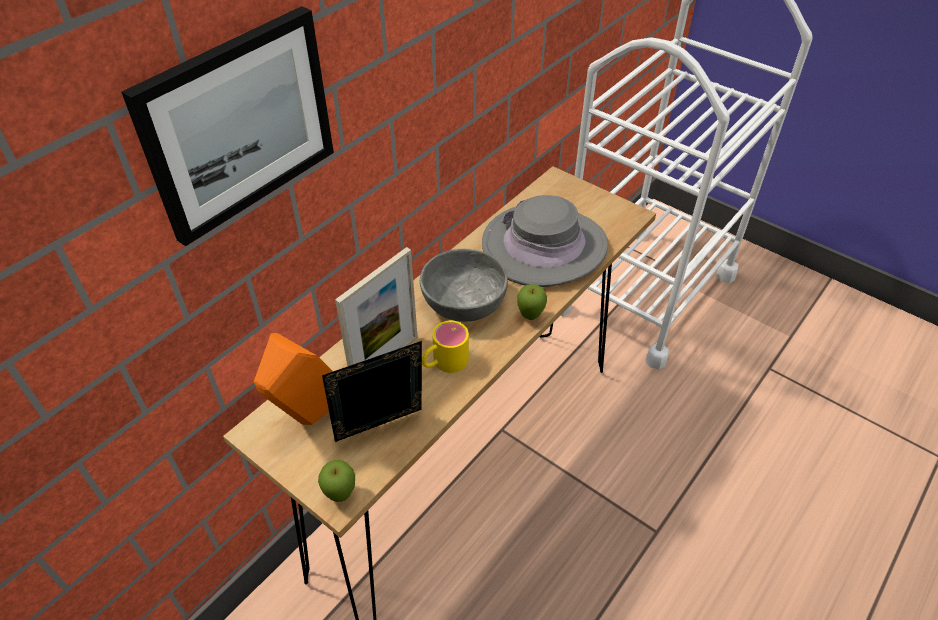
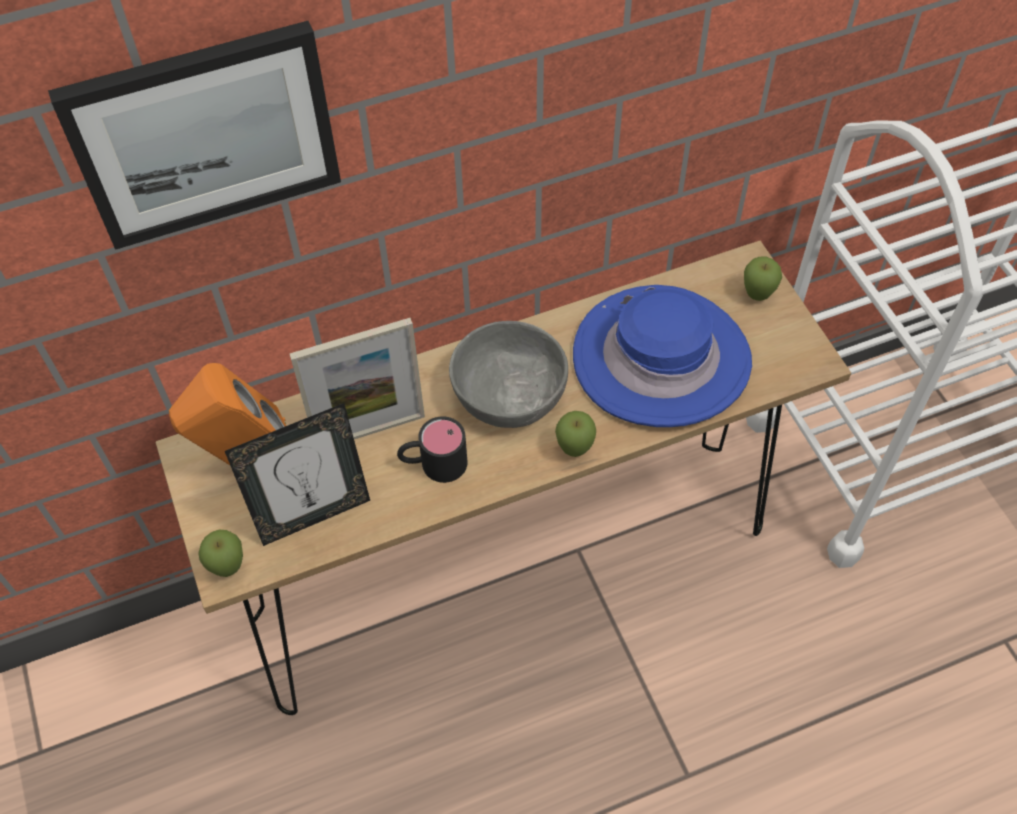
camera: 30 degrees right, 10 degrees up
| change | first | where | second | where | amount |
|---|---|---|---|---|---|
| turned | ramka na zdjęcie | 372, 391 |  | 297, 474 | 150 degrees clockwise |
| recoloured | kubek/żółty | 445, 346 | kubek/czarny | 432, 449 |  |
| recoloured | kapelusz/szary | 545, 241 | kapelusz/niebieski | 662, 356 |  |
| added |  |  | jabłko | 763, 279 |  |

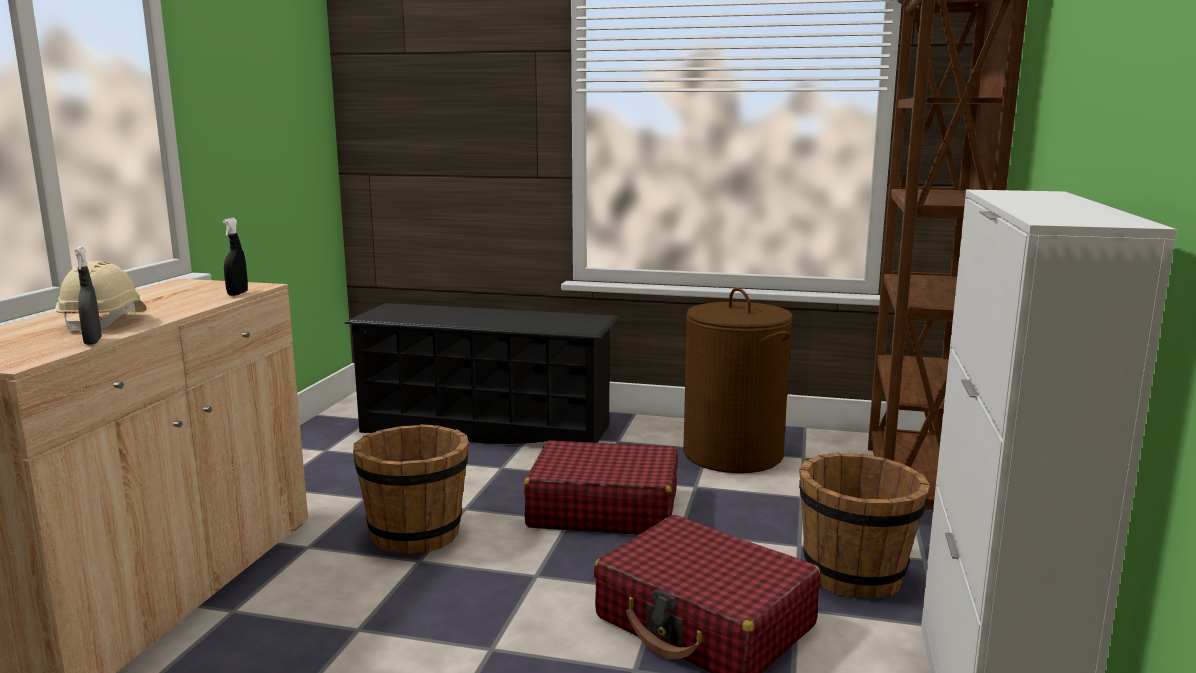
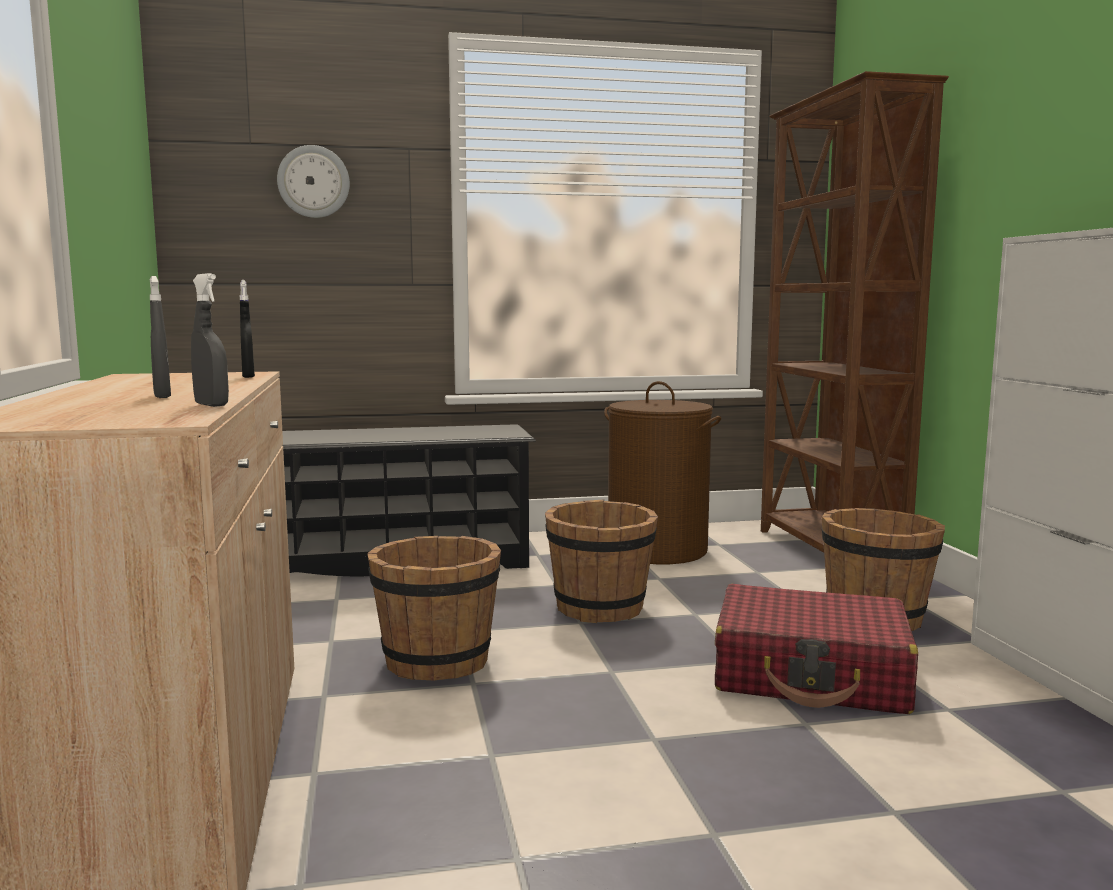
camera: 25 degrees left, 5 degrees down
| change | first | where | second | where | amount |
|---|---|---|---|---|---|
| replaced | kask/beżowy | 101, 297 | spryskiwacz/szary | 160, 337 |  |
| replaced | walizka/czerwony | 601, 487 | wiadro/brązowy | 601, 561 |  |
| added |  |  | zegar ścienny | 313, 181 |  |

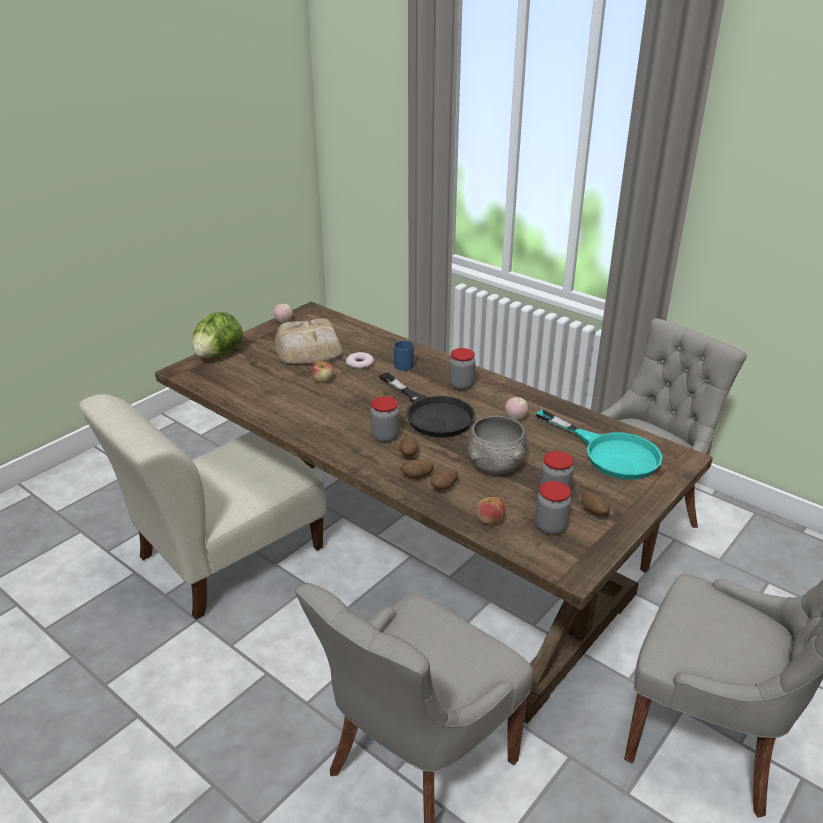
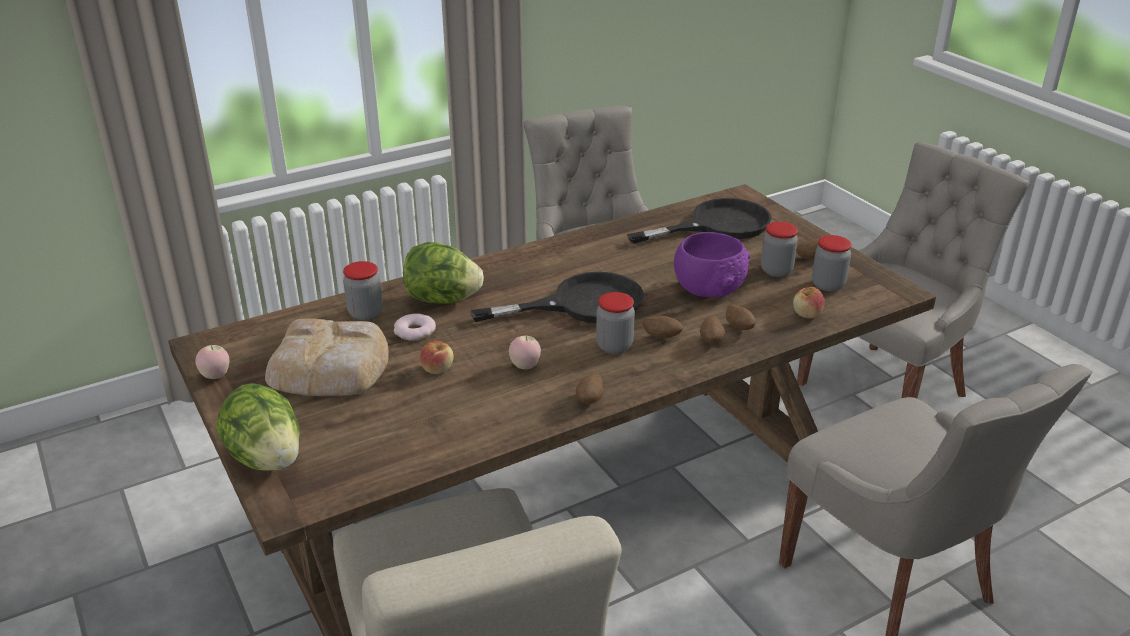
camera: 70 degrees left, 0 degrees up
| change | first | where | second | where | amount |
|---|---|---|---|---|---|
| replaced | kubek/niebieski | 404, 355 | sałata | 443, 273 |  |
| moved | słoik | 462, 369 |  | 363, 290 |  |
| recoloured | miska/szary | 497, 445 | miska/fioletowy | 712, 264 |  |
| moved | jabłko | 516, 409 |  | 525, 352 |  |
| recoloured | patelnia/turkusowy | 599, 444 | patelnia/czarny | 699, 221 |  |
| added |  |  | ziemniak | 590, 388 |  |

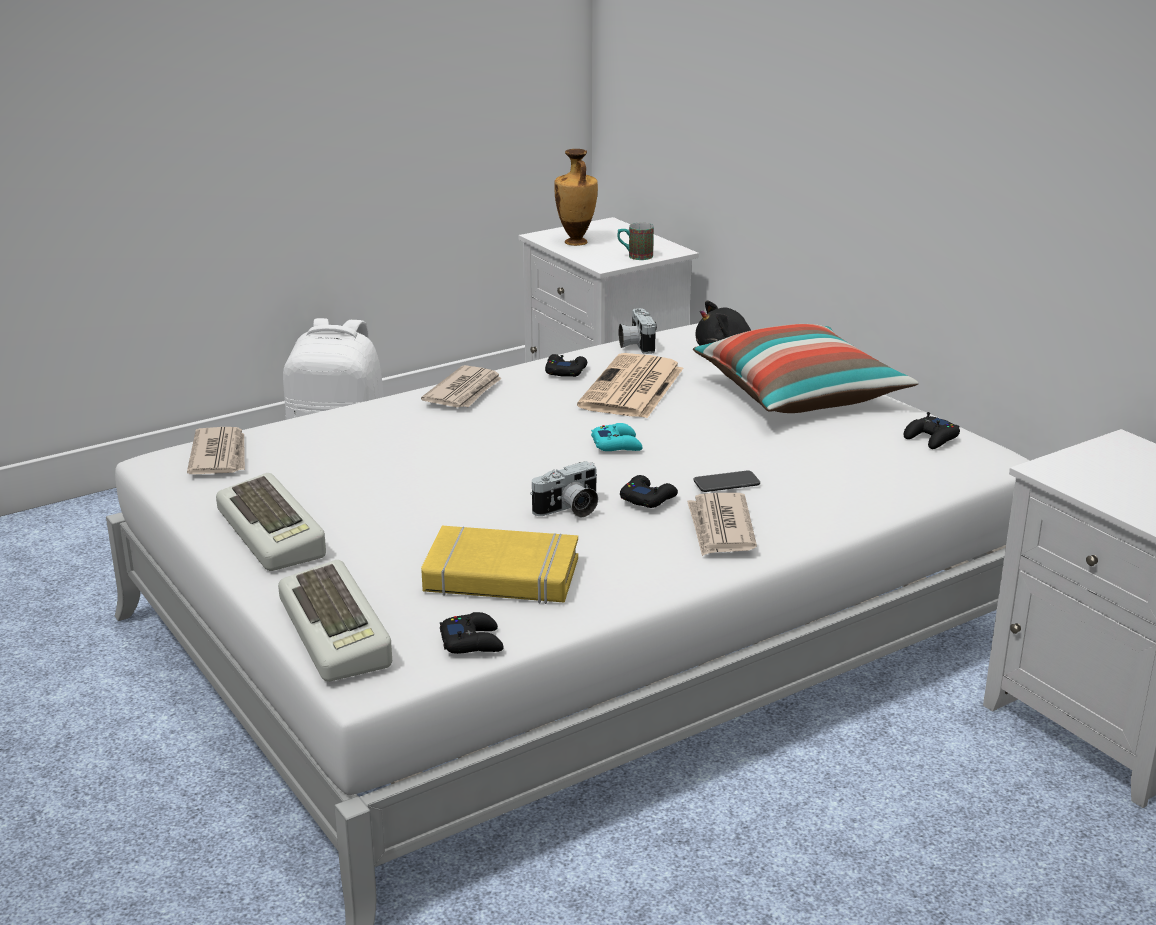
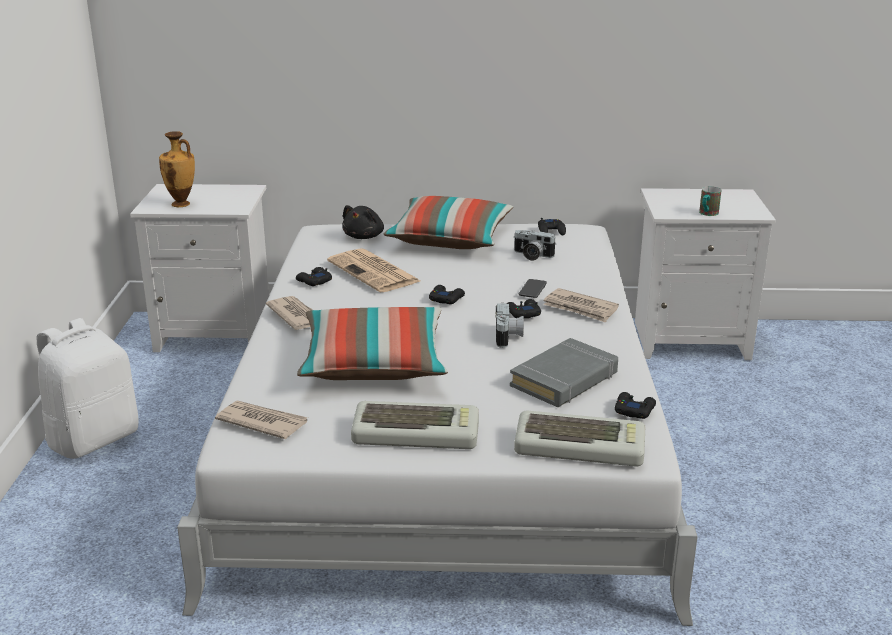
camera: 55 degrees left, 0 degrees up
| change | first | where | second | where | amount |
|---|---|---|---|---|---|
| recoloured | książka/żółty | 499, 565 | książka/szary | 564, 372 |  |
| recoloured | pad do gier/turkusowy | 617, 437 | pad do gier/czarny | 447, 294 |  |
| moved | kubek | 635, 241 |  | 710, 201 |  |
| moved | aparat fotograficzny | 638, 331 |  | 535, 245 |  |
| added |  |  | poduszka | 372, 343 |  |

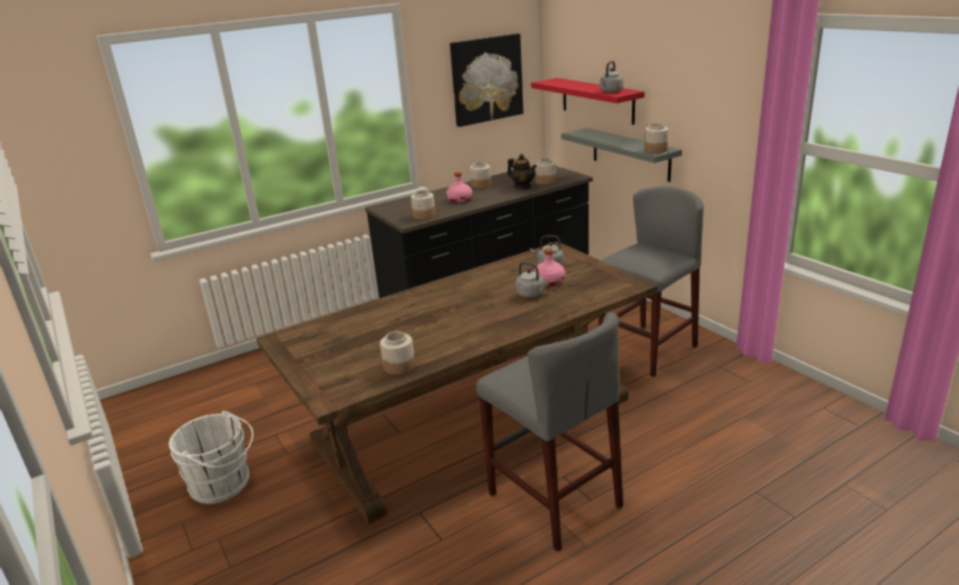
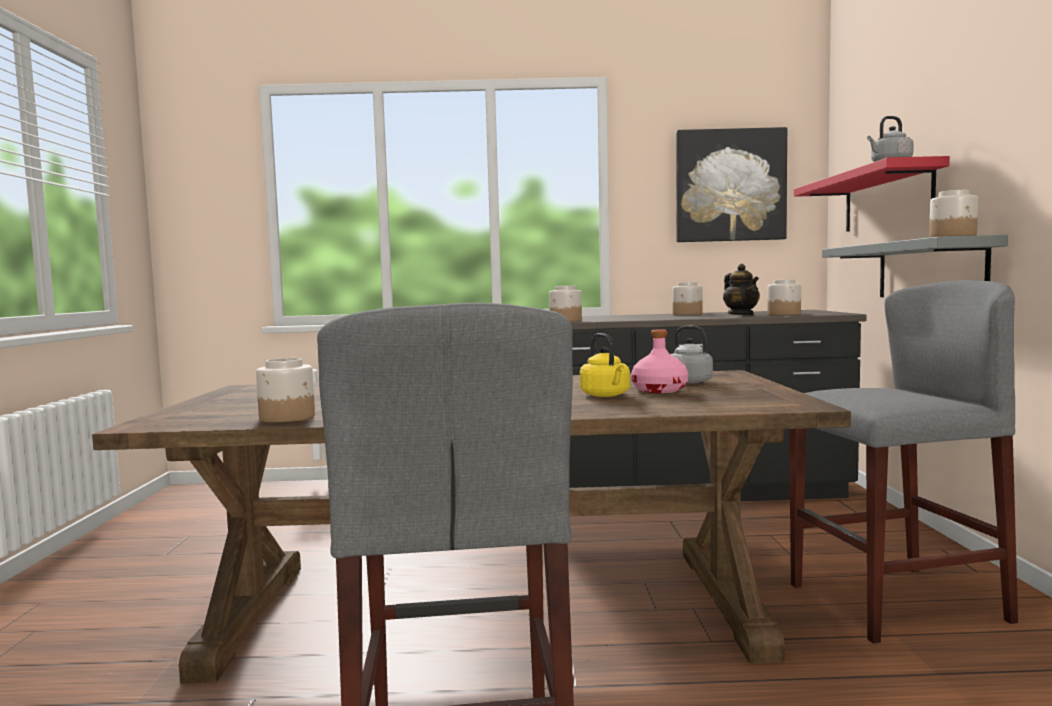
camera: 30 degrees right, 20 degrees down
| change | first | where | second | where | amount |
|---|---|---|---|---|---|
| removed | wiadro/biały | 211, 457 |  |  |  |
| removed | butelka/różowy | 459, 187 |  |  |  |
| recoloured | czajnik/szary | 532, 280 | czajnik/żółty | 605, 365 |  |

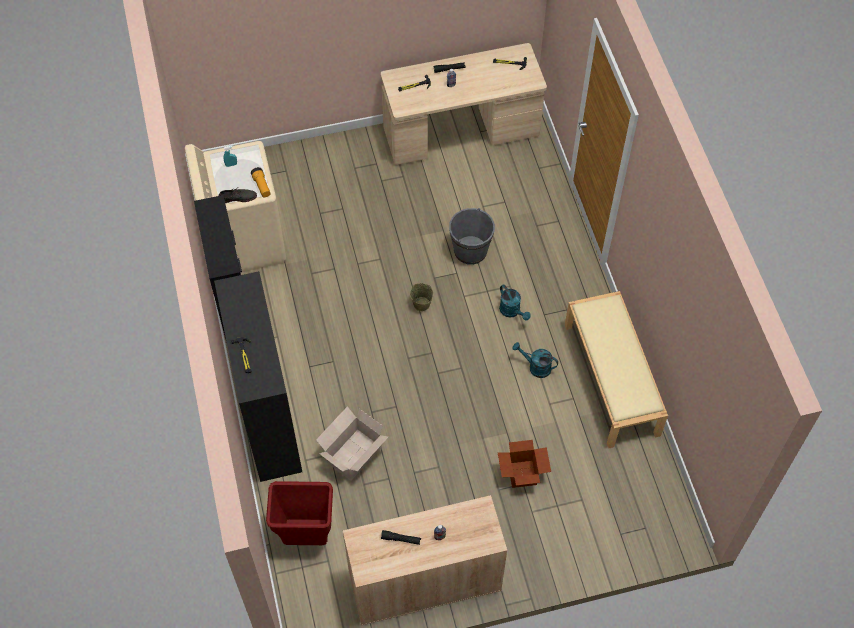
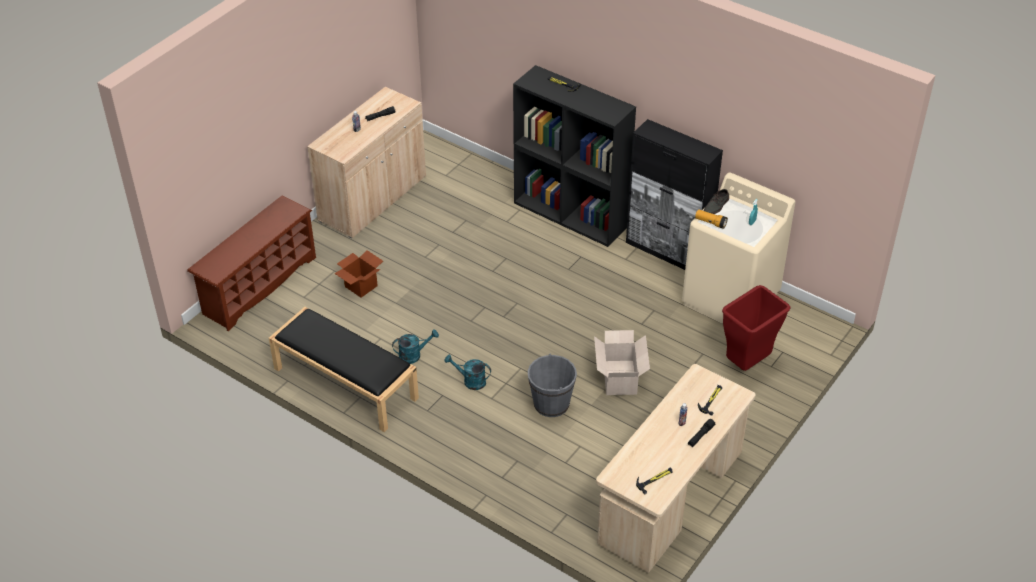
camera: 140 degrees right, 15 degrees down
| change | first | where | second | where | amount |
|---|---|---|---|---|---|
| moved | kosz na śmieci/czerwony | 299, 513 |  | 756, 328 |  |
| moved | karton | 352, 443 |  | 622, 362 |  |
| removed | wiadro/beżowy | 421, 297 |  |  |  |
| recoloured | ławka/beżowy | 616, 369 | ławka/czarny | 344, 369 |  |
| added |  |  | regał na buty/brązowy | 251, 263 |  |

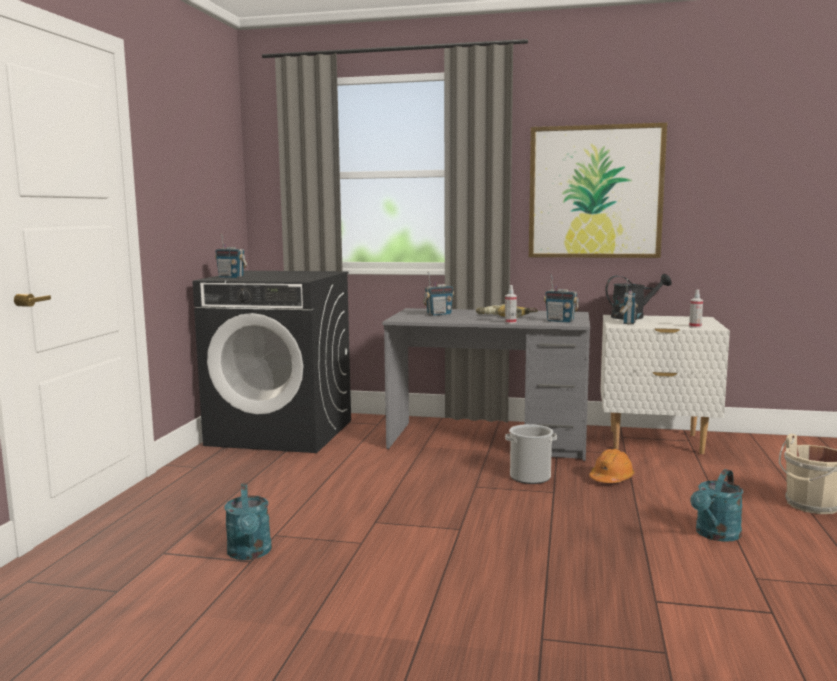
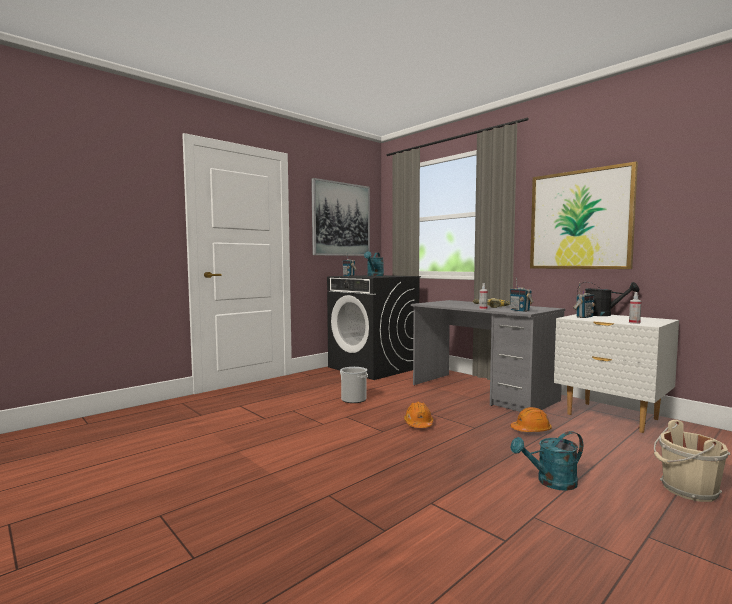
camera: 35 degrees right, 5 degrees down
| change | first | where | second | where | amount |
|---|---|---|---|---|---|
| moved | konewka/turkusowy | 248, 521 |  | 374, 263 |  |
| removed | radio | 438, 293 |  |  |  |
| moved | wiadro | 531, 454 |  | 354, 385 |  |
| added |  |  | obraz | 340, 217 |  |
| added |  |  | kask/pomarańczowy | 418, 415 |  |

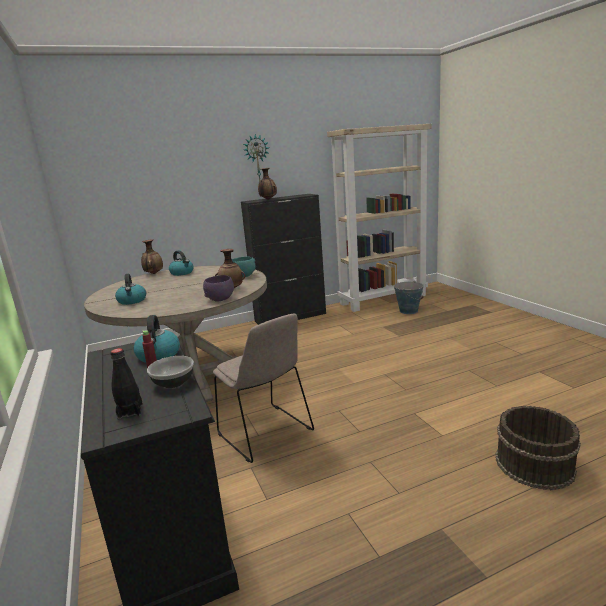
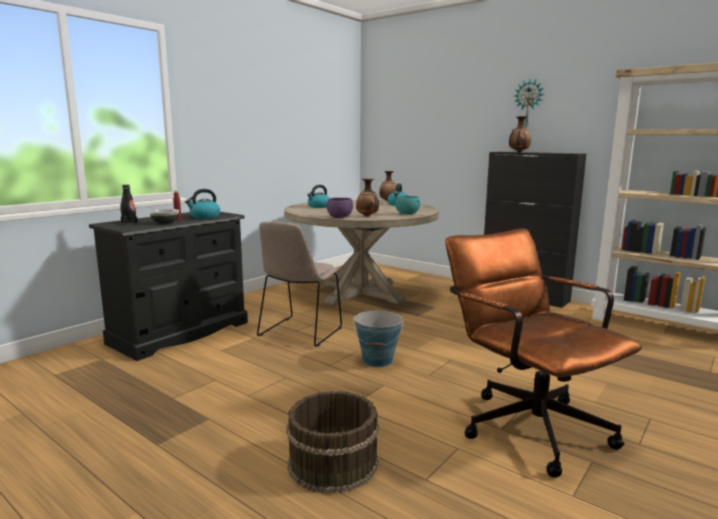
camera: 60 degrees right, 5 degrees down
| change | first | where | second | where | amount |
|---|---|---|---|---|---|
| moved | wiadro | 409, 297 |  | 378, 339 |  |
| added |  |  | krzesło biurowe/brązowy | 543, 353 |  |

